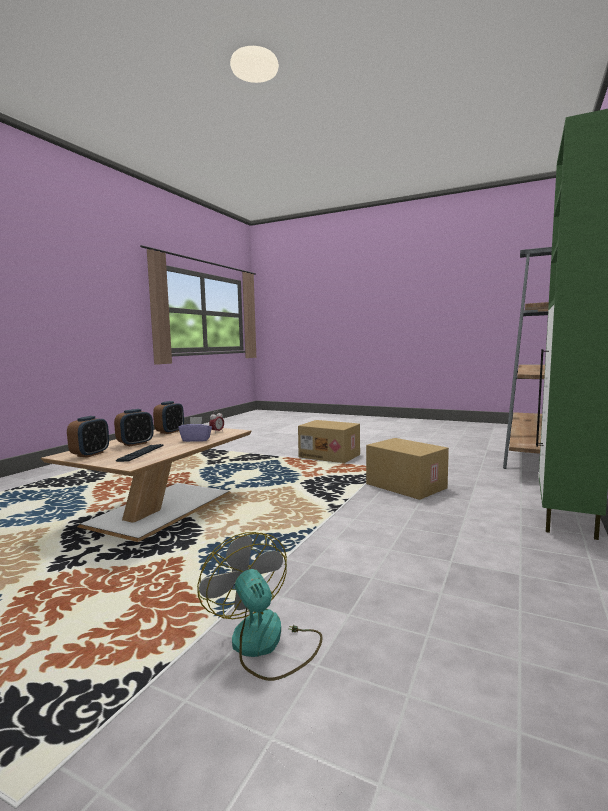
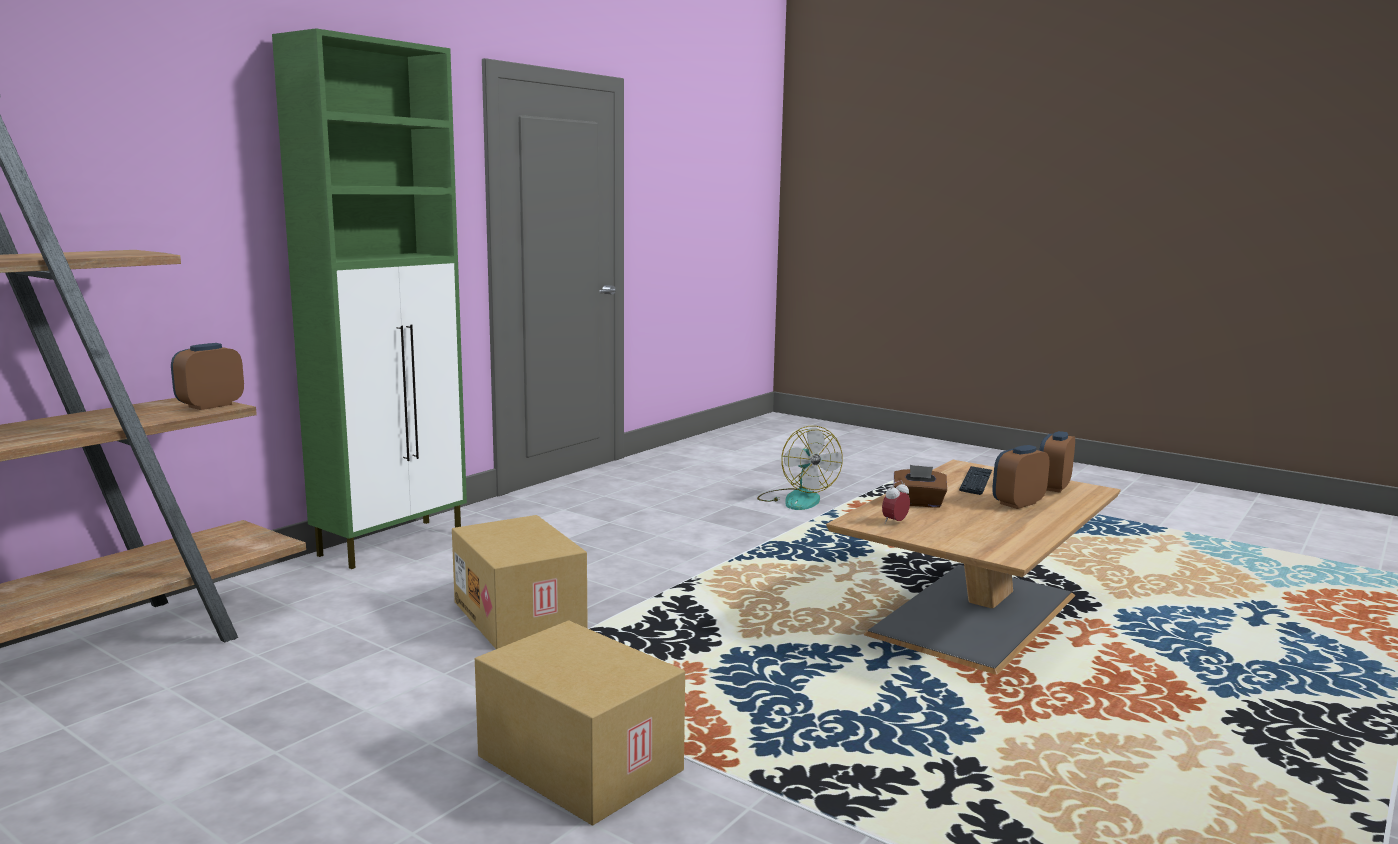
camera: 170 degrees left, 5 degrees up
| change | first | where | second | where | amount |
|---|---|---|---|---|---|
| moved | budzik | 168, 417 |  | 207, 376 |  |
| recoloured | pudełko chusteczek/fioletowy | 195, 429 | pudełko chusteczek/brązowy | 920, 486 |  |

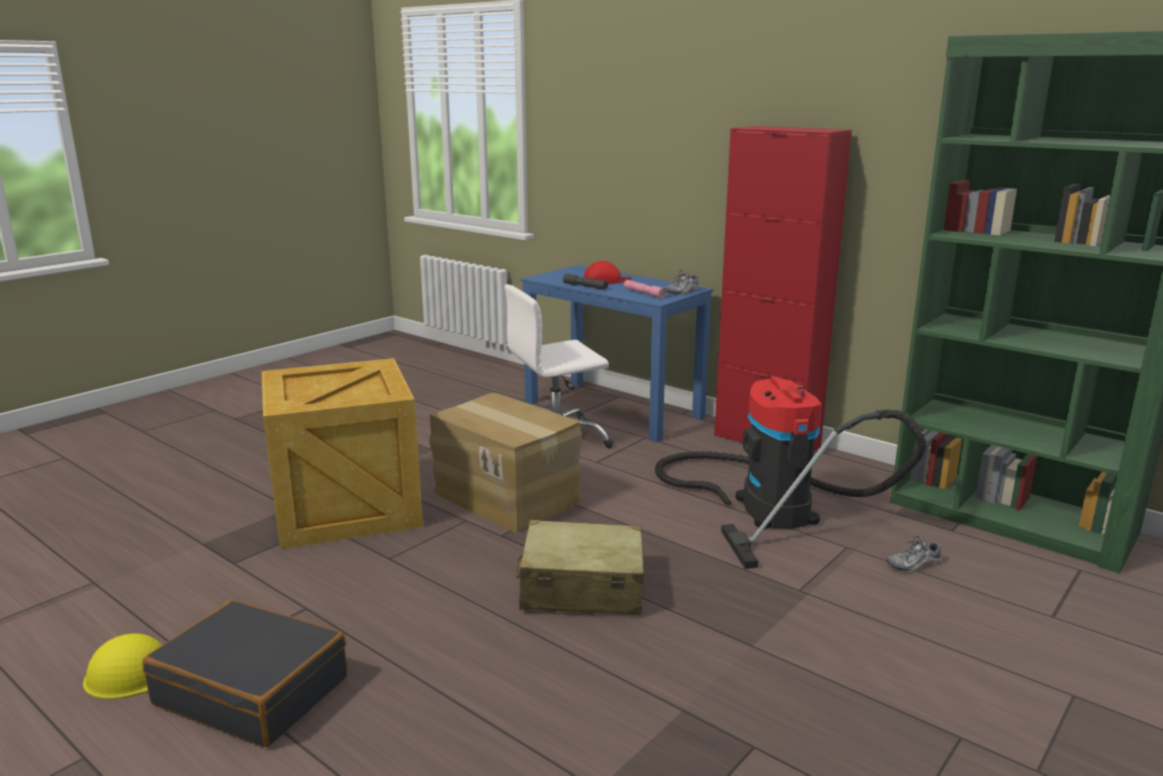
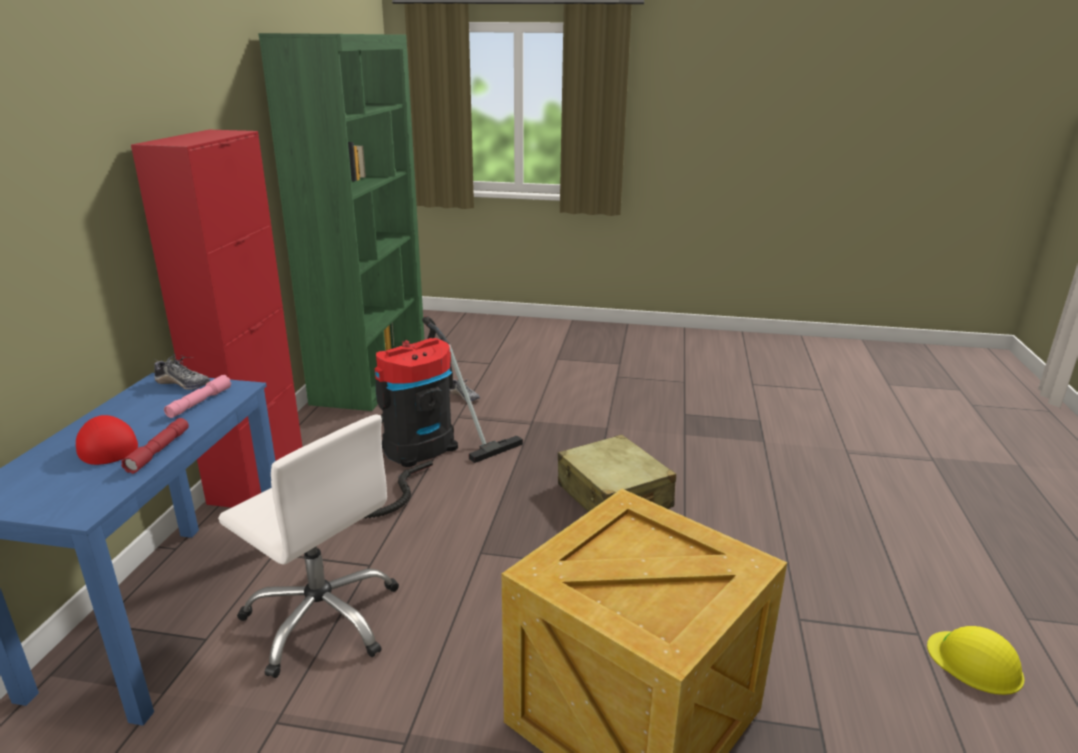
camera: 120 degrees left, 5 degrees up
| change | first | where | second | where | amount |
|---|---|---|---|---|---|
| removed | walizka/czarny | 244, 673 |  |  |  |
| removed | karton | 506, 463 |  |  |  |
| recoloured | latarka/szary | 585, 281 | latarka/czerwony | 155, 446 |  |

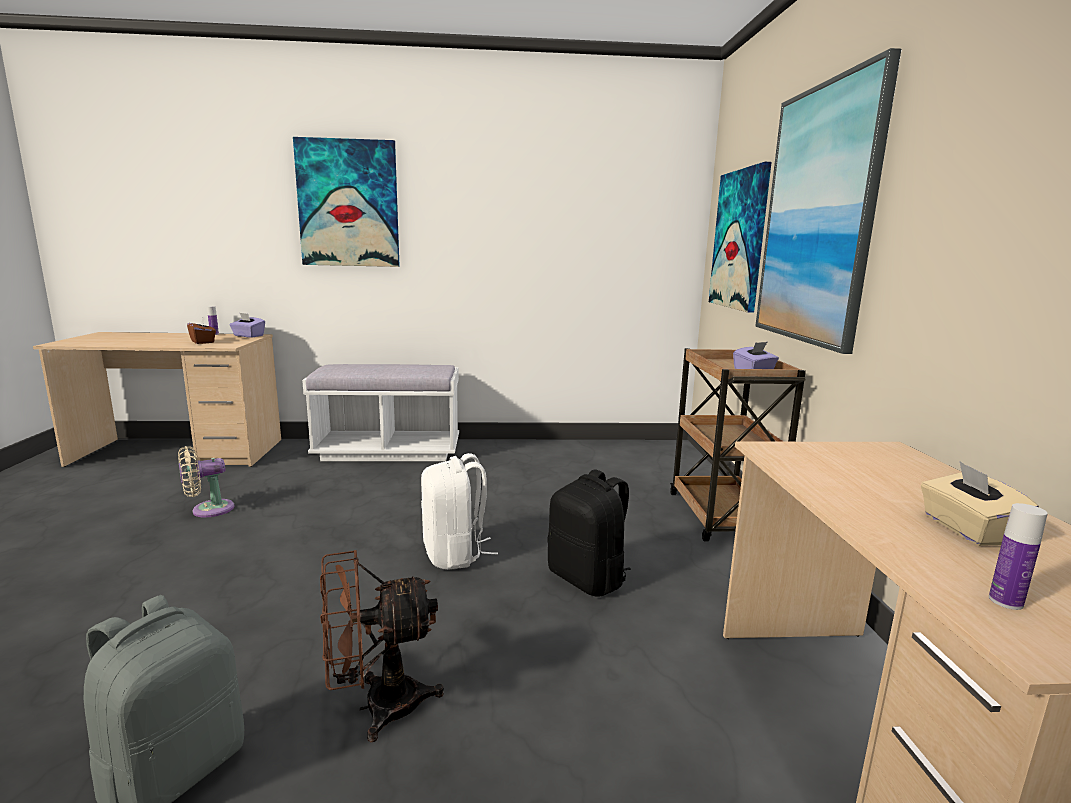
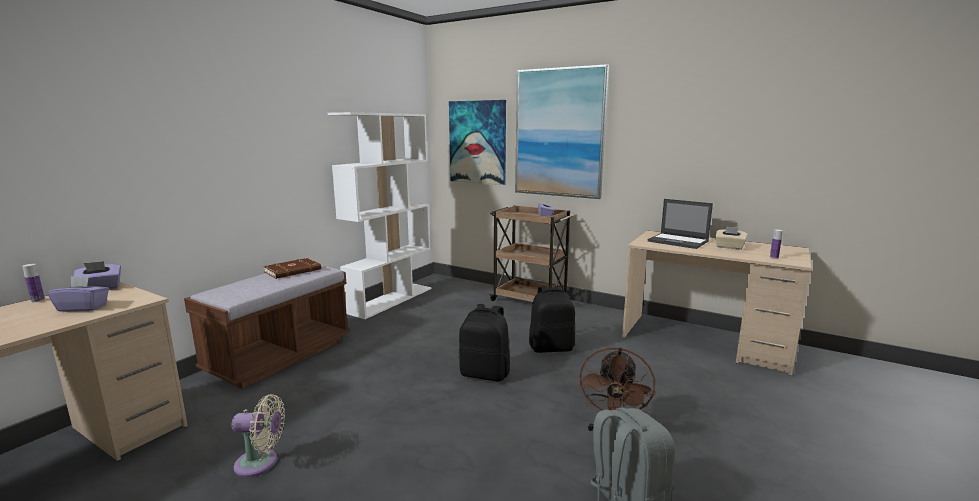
camera: 55 degrees left, 0 degrees up
| change | first | where | second | where | amount |
|---|---|---|---|---|---|
| turned | wentylator/beżowy | 206, 481 |  | 258, 435 | 90 degrees counterclockwise |
| recoloured | pudełko chusteczek/brązowy | 201, 330 | pudełko chusteczek/fioletowy | 78, 294 |  |
| removed | obraz | 346, 202 |  |  |  |
| recoloured | ławka/biały | 380, 412 | ławka/brązowy | 267, 327 |  |
| recoloured | plecak/biały | 459, 511 | plecak/czarny | 484, 343 |  |
| added |  |  | książka/brązowy | 292, 268 |  |
| added |  |  | regał/biały | 379, 215 |  |
| added |  |  | laptop | 680, 224 |  |

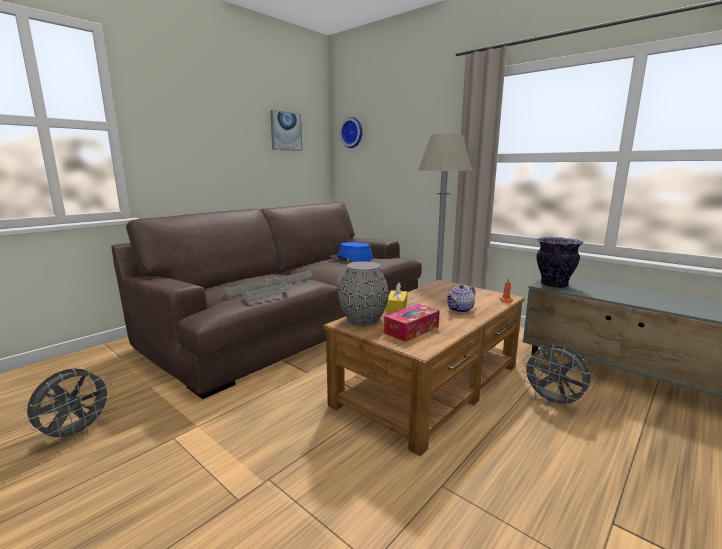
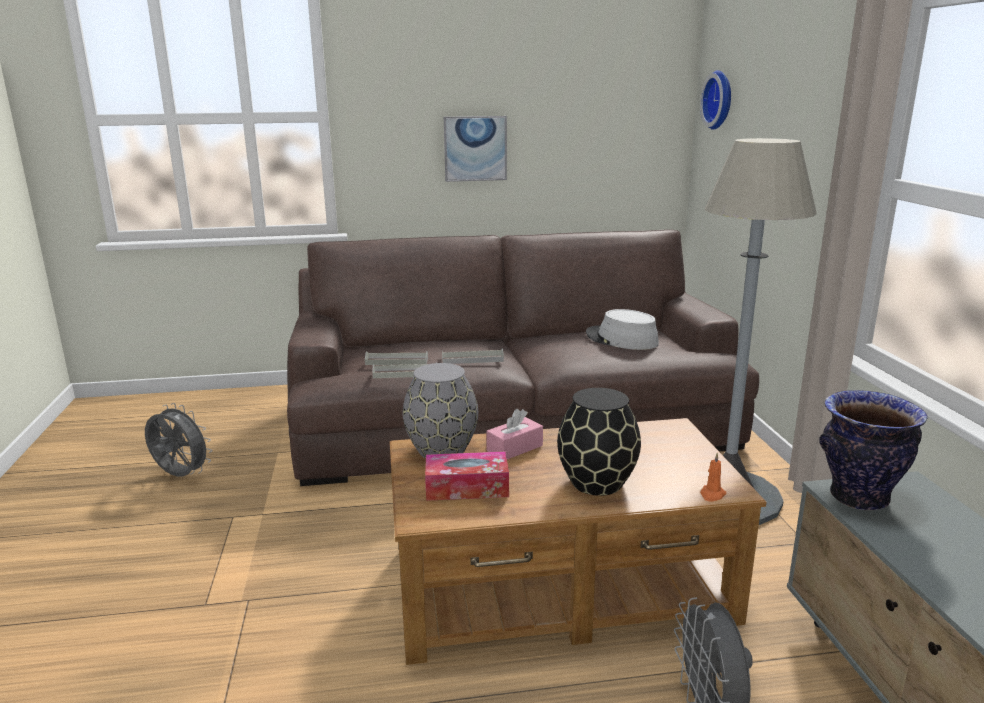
camera: 40 degrees right, 5 degrees up
| change | first | where | second | where | amount |
|---|---|---|---|---|---|
| turned | wentylator/szary | 70, 405 |  | 178, 440 | 135 degrees counterclockwise |
| moved | obraz | 286, 130 |  | 475, 149 |  |
| recoloured | kapelusz/niebieski | 351, 252 | kapelusz/szary | 622, 329 |  |
| recoloured | pudełko chusteczek/żółty | 396, 298 | pudełko chusteczek/różowy | 514, 434 |  |
| replaced | imbryk | 460, 299 | wazon/czarny | 599, 442 |  |

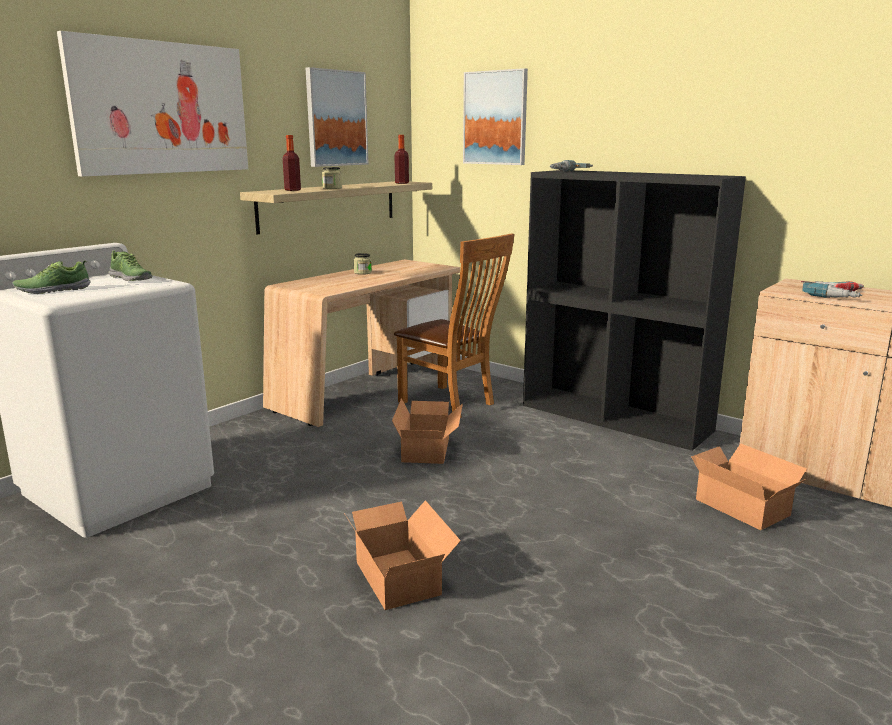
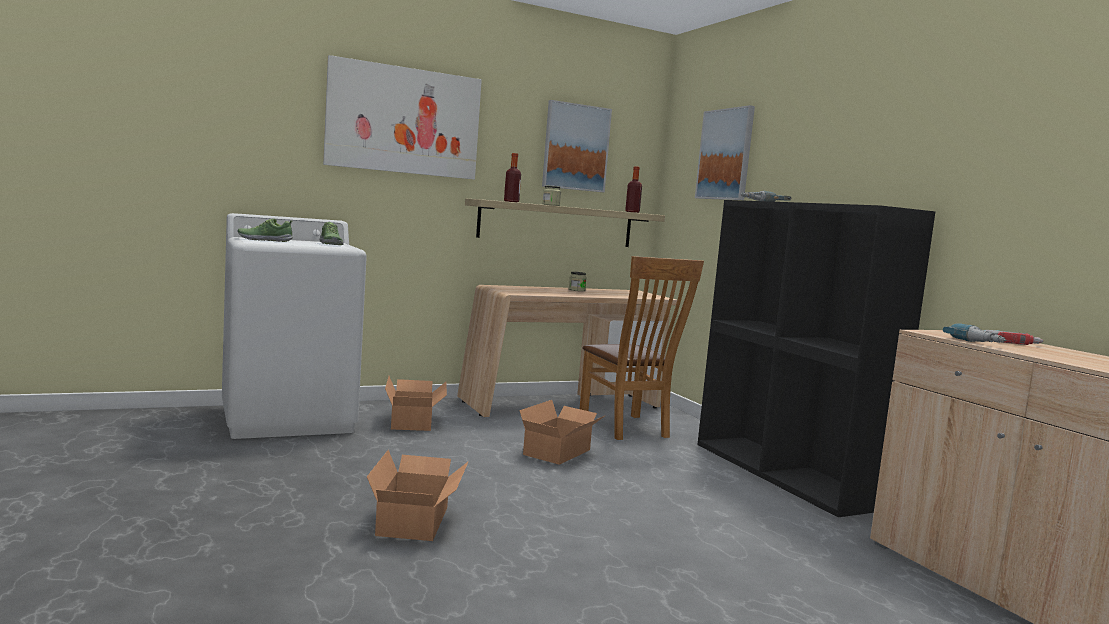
camera: 25 degrees right, 10 degrees down
| change | first | where | second | where | amount |
|---|---|---|---|---|---|
| moved | karton | 749, 486 |  | 416, 403 |  |

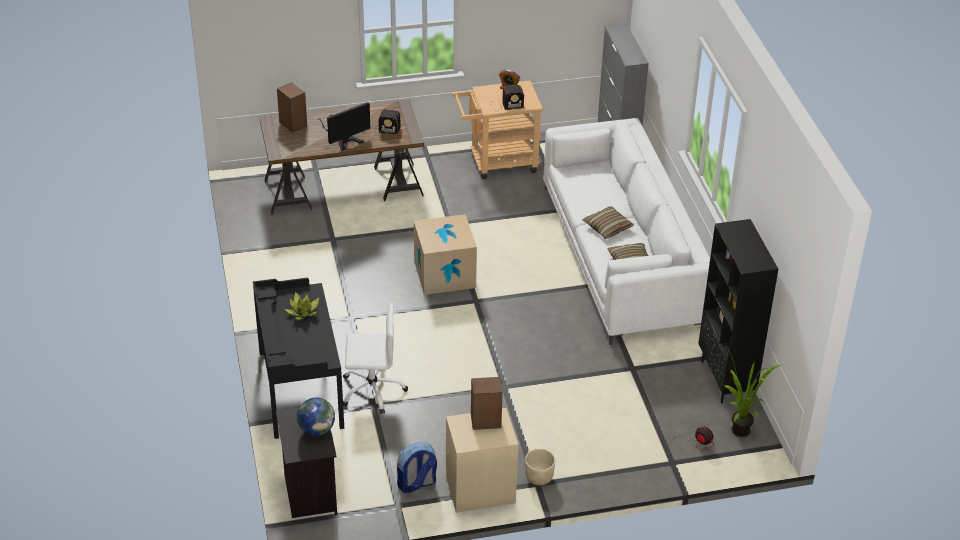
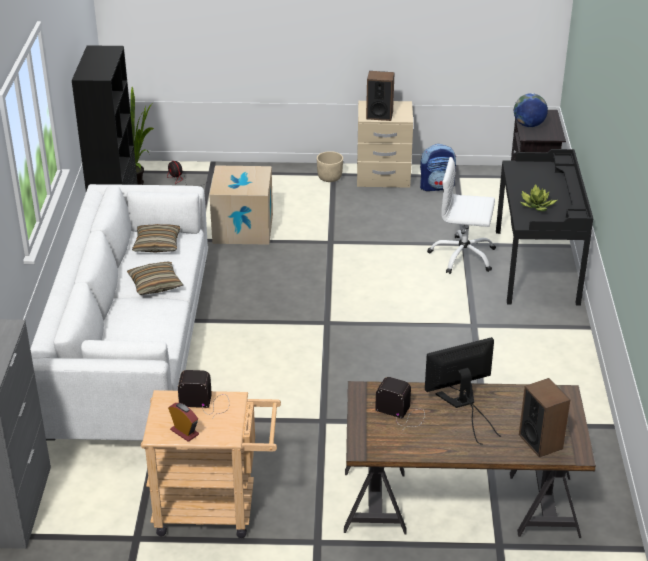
camera: 165 degrees left, 5 degrees down
| change | first | where | second | where | amount |
|---|---|---|---|---|---|
| moved | karton | 445, 254 |  | 241, 205 |  |

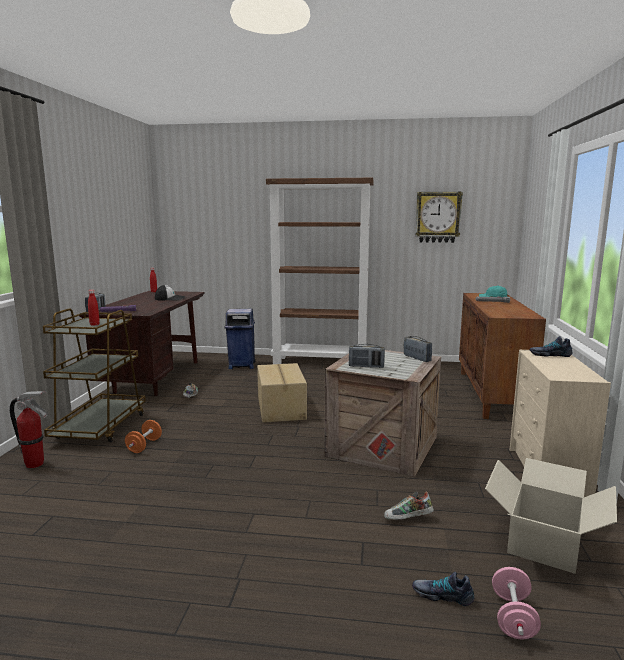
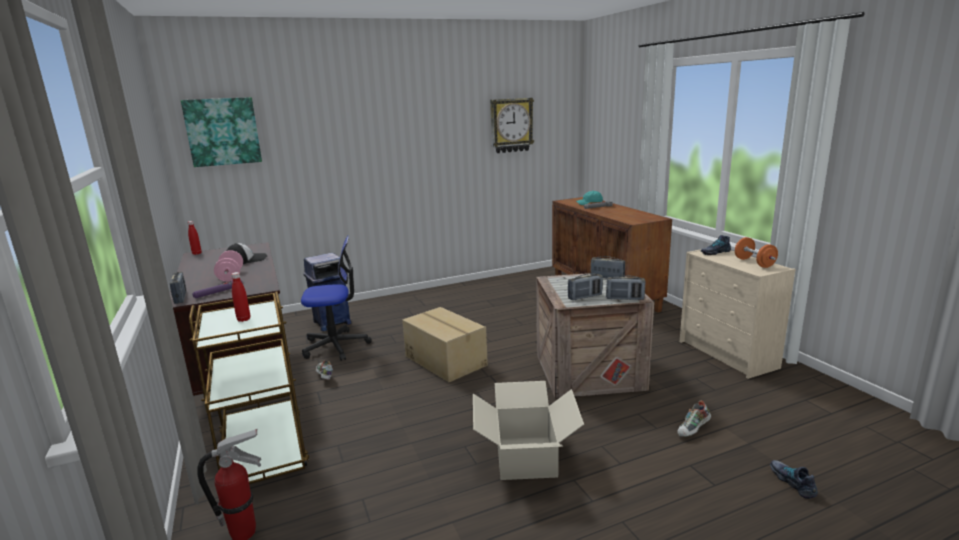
camera: 30 degrees left, 5 degrees up
| change | first | where | second | where | amount |
|---|---|---|---|---|---|
| moved | hantel/pomarańczowy | 143, 436 |  | 756, 252 |  |
| removed | regał/brązowy | 320, 271 |  |  |  |
| turned | but | 443, 589 |  | 794, 479 | 90 degrees clockwise |
| moved | karton | 551, 516 |  | 528, 430 |  |
| moved | hantel/różowy | 516, 603 |  | 228, 266 |  |
| added |  |  | obraz | 221, 132 |  |
| added |  |  | krzesło biurowe | 336, 298 |  |
| added |  |  | radio | 625, 287 |  |

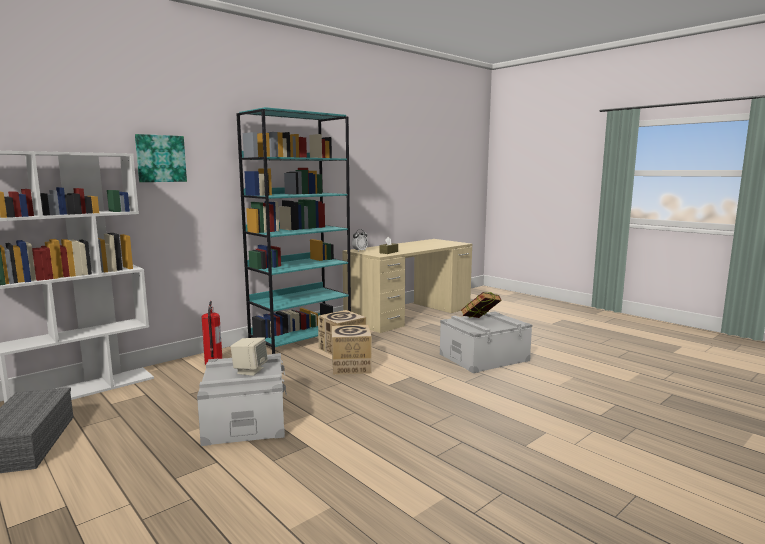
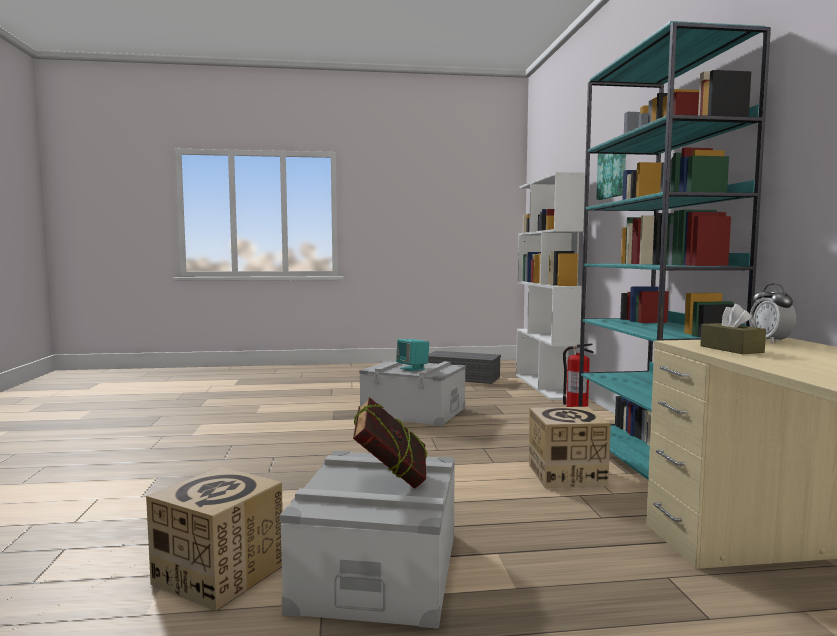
camera: 125 degrees right, 5 degrees down
| change | first | where | second | where | amount |
|---|---|---|---|---|---|
| recoloured | głośnik/beżowy | 249, 357 | głośnik/turkusowy | 412, 355 |  |
| moved | karton | 352, 350 |  | 214, 539 |  |

